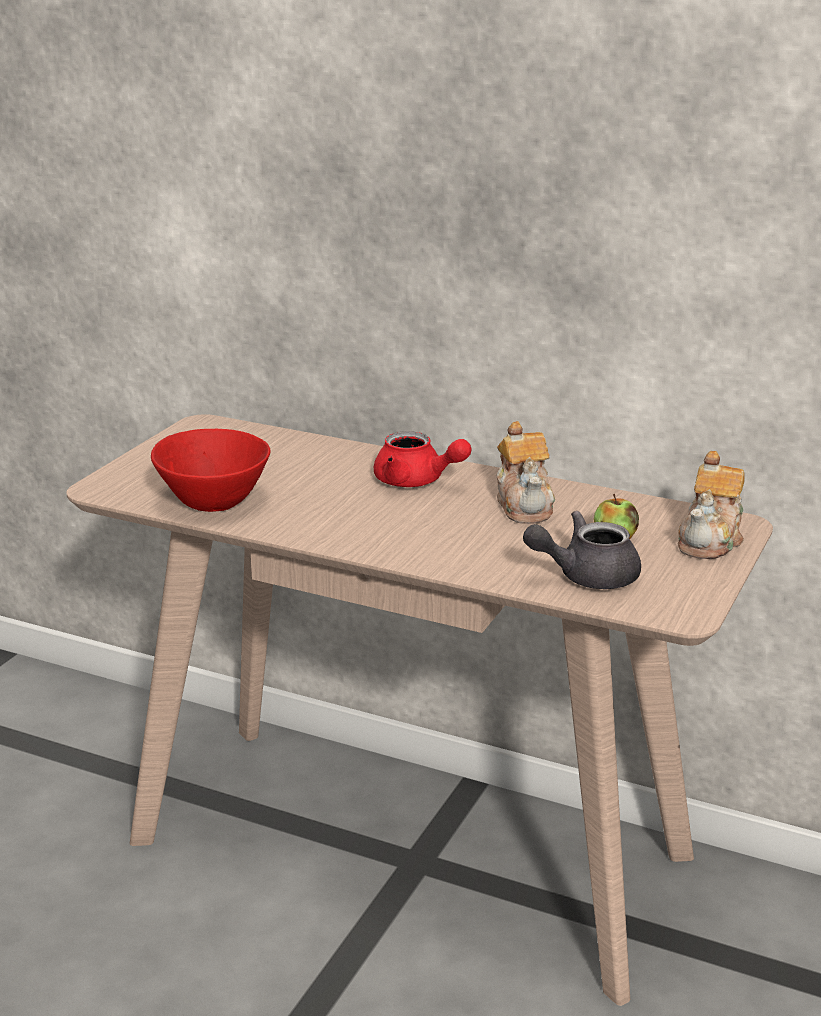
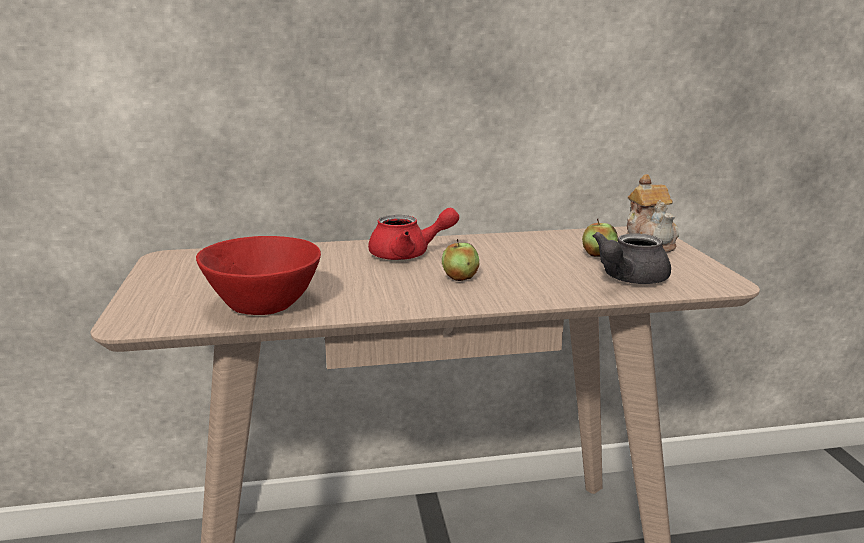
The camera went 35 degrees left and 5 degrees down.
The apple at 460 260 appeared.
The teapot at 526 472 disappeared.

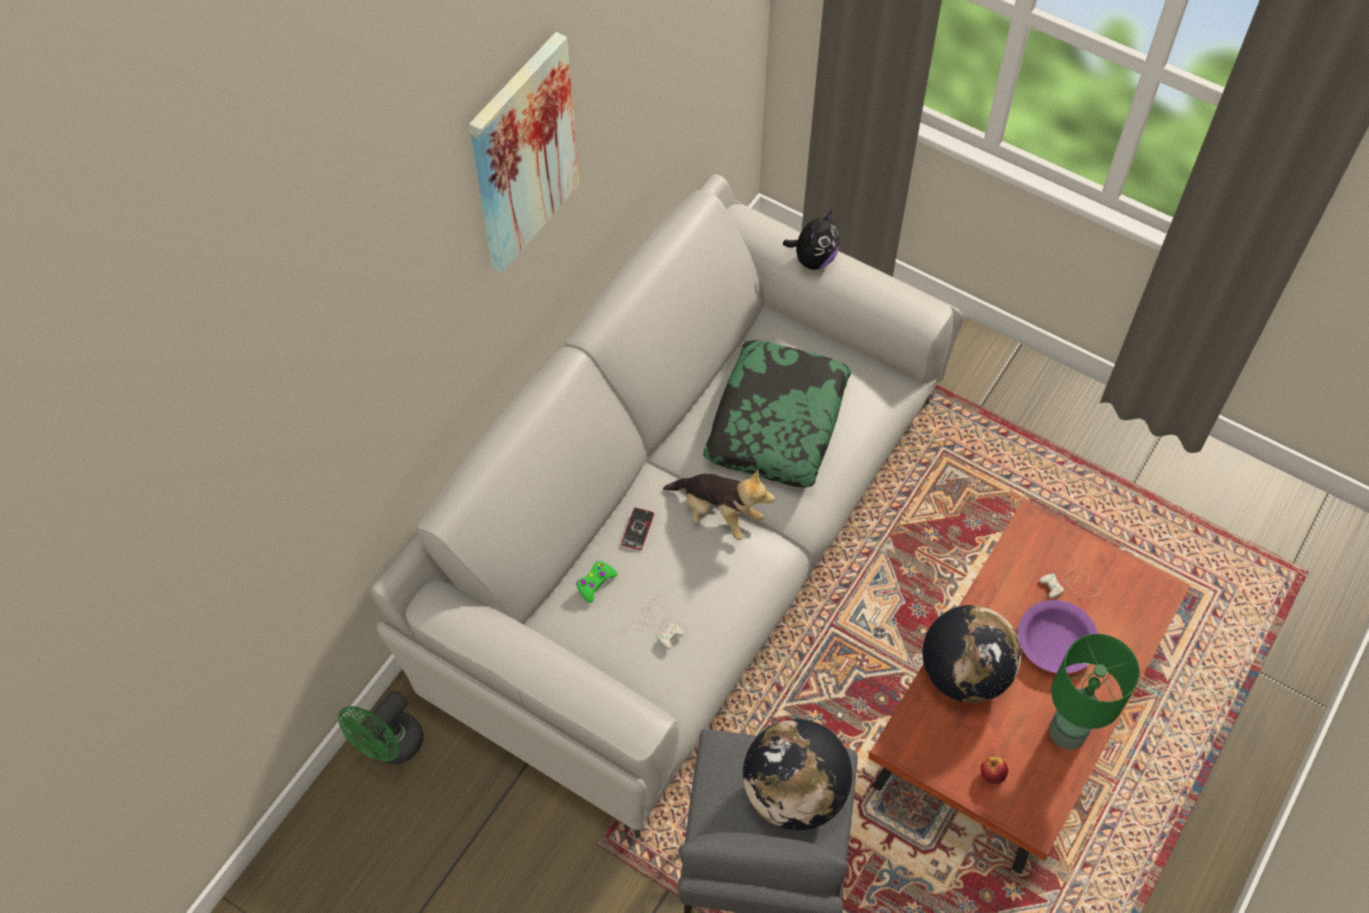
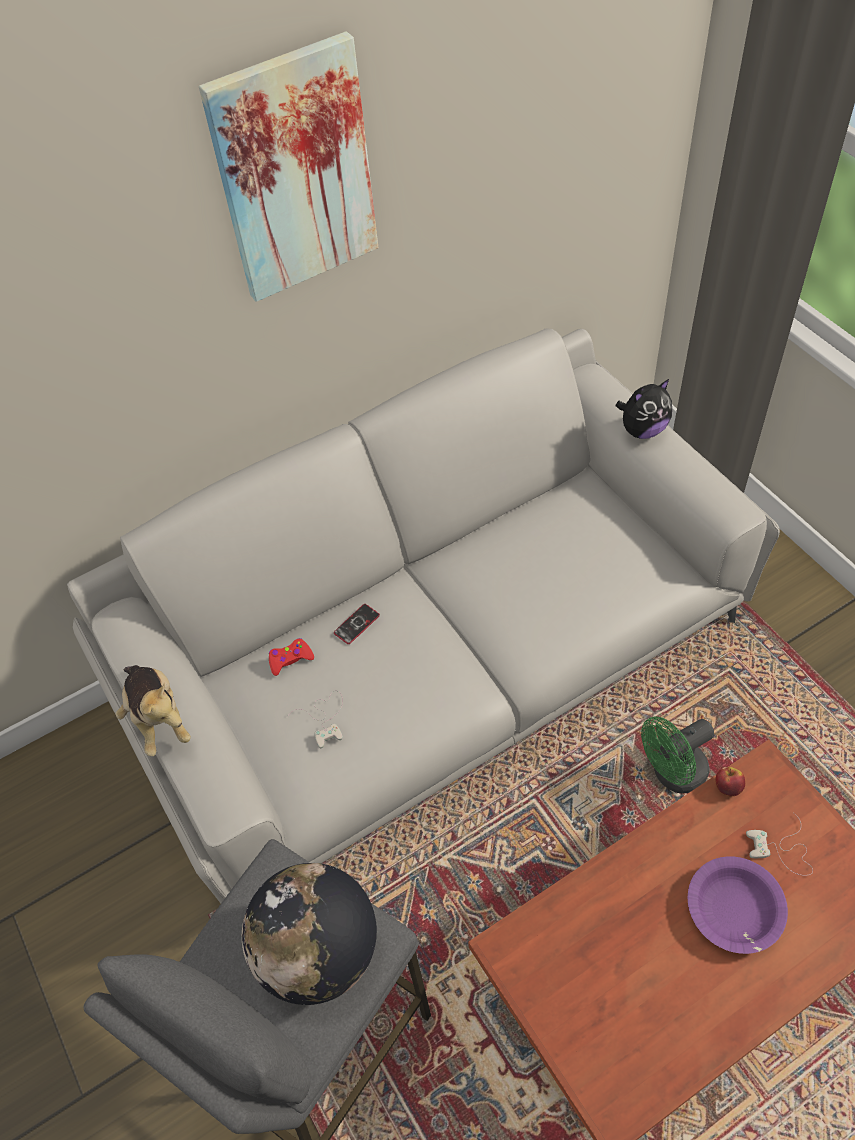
The camera went 30 degrees right and 5 degrees down.
The plush toy moved from 719 504 to 153 710.
The game controller (green) at 596 582 became the game controller (red) at 291 657.
The fan (green) moved from 381 727 to 677 755.
The apple moved from 994 770 to 730 781.
The pillow at 777 413 disappeared.
The globe at 972 654 disappeared.
The table lamp (green) at 1094 692 disappeared.

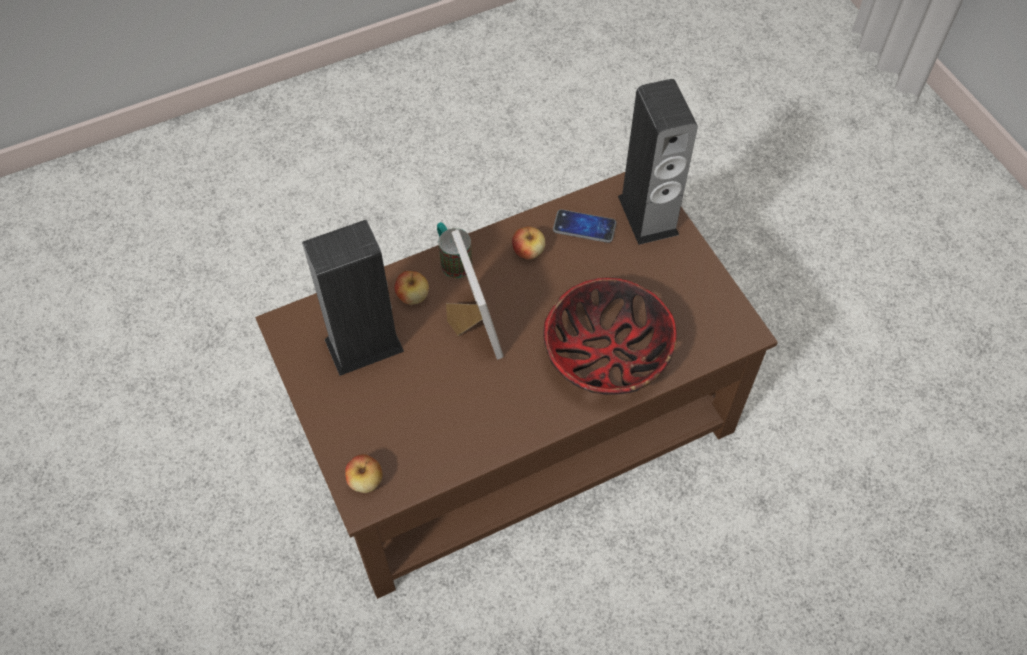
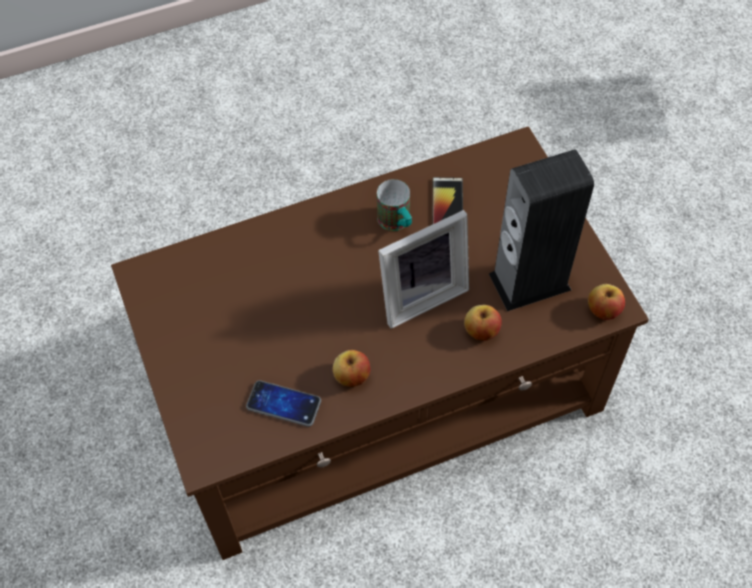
The camera went 175 degrees left and 0 degrees up.
The mug moved from 454 250 to 394 205.
The picture frame at 474 295 turned 105 degrees counterclockwise.
The phone at 447 201 appeared.
The apple moved from 364 473 to 606 302.
The bowl at 610 336 disappeared.
The speaker at 658 162 disappeared.

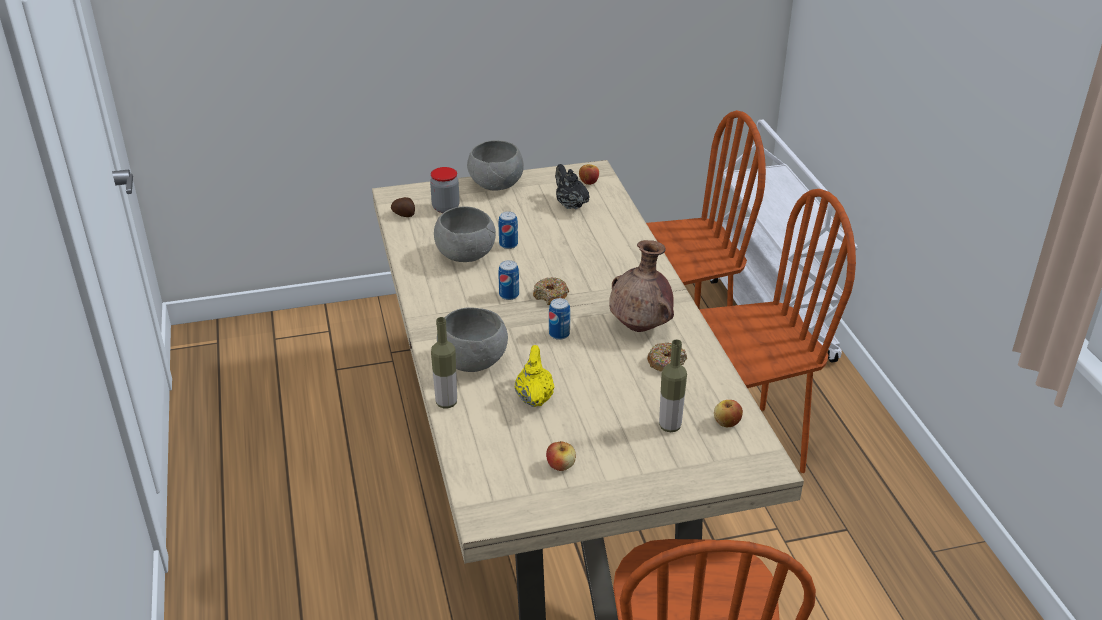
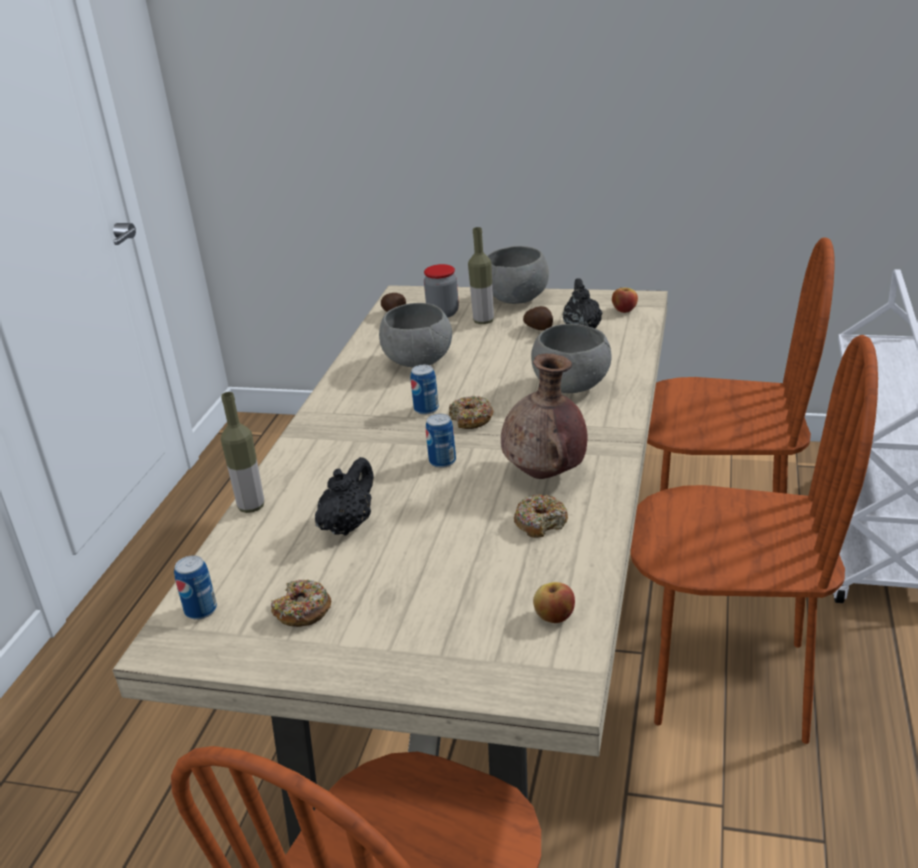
The camera went 30 degrees right and 5 degrees down.
The can moved from 508 230 to 195 587.
The apple at 561 456 was replaced by the donut at 301 603.
The teapot (yellow) at 535 376 became the teapot (black) at 344 496.
The bottle moved from 673 385 to 481 275.
The potato at 538 318 appeared.
The bowl (grey) moved from 472 339 to 571 358.

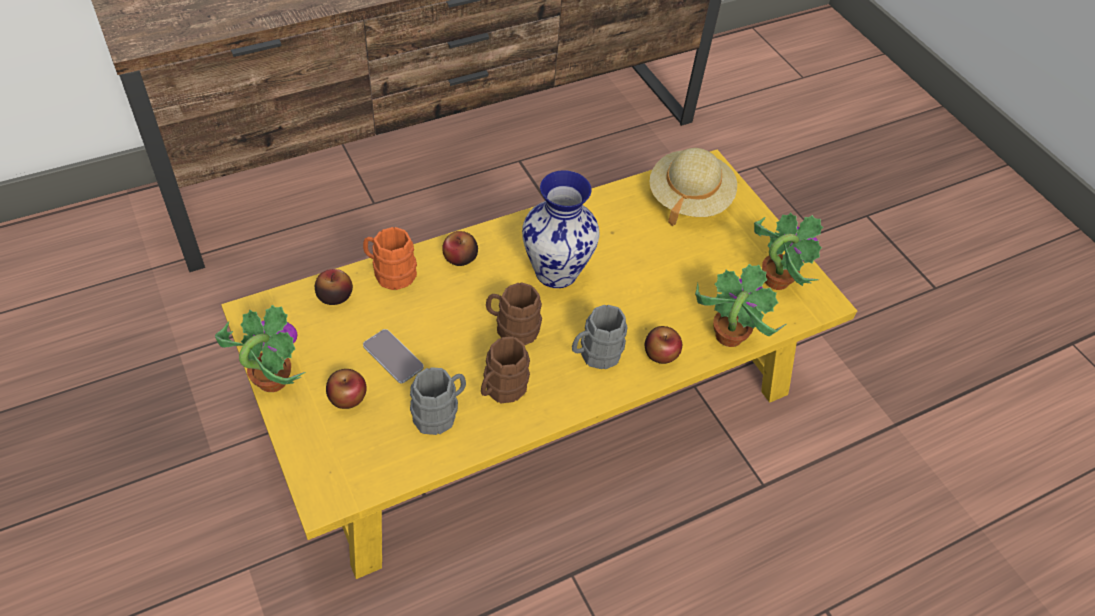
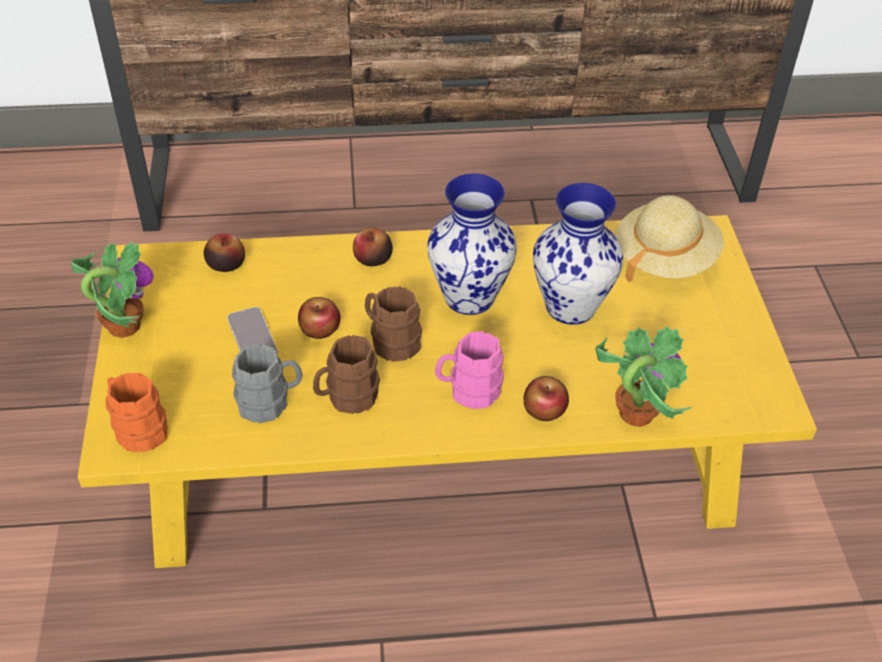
The camera went 25 degrees right and 5 degrees down.
The mug (orange) moved from 390 258 to 136 412.
The apple moved from 346 389 to 319 318.
The mug (grey) at 600 337 became the mug (pink) at 469 370.
The vase at 578 254 appeared.
The potted plant at 789 251 disappeared.

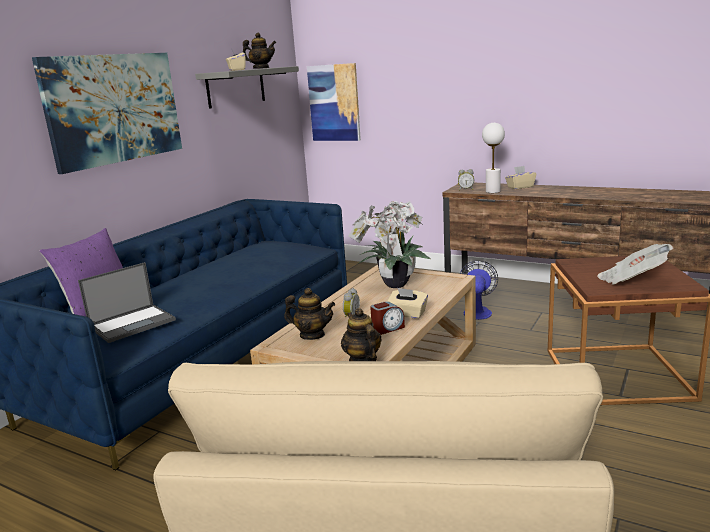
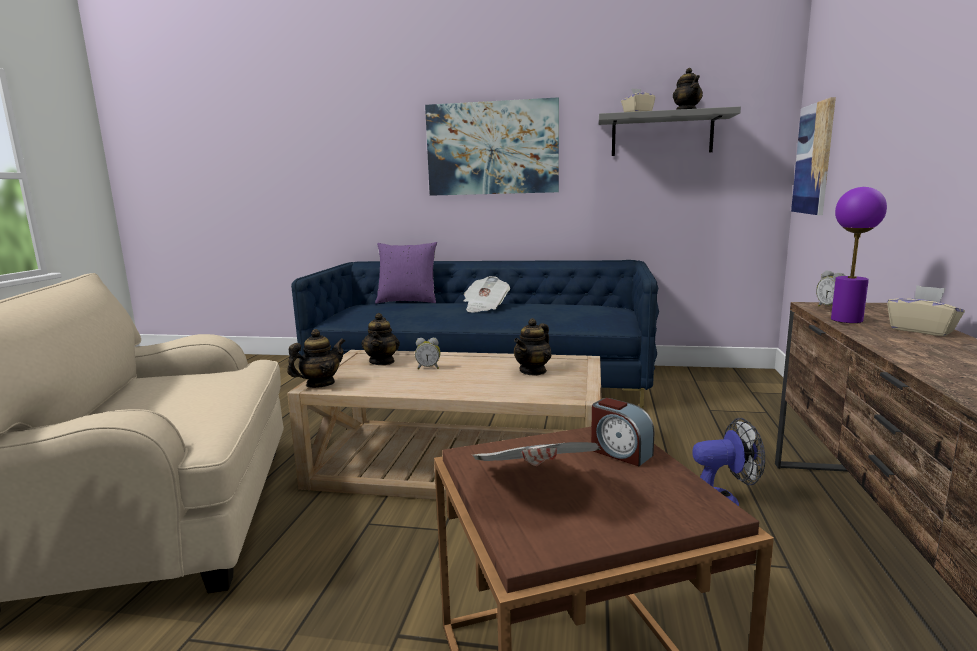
The camera went 70 degrees right and 5 degrees down.
The newspaper at 487 294 appeared.
The potted plant at 389 244 was replaced by the teapot at 533 347.
The alarm clock moved from 387 318 to 622 432.
The table lamp (white) at 493 158 became the table lamp (purple) at 859 255.
The laptop at 127 302 disappeared.
The tissue box (beige) at 407 303 disappeared.

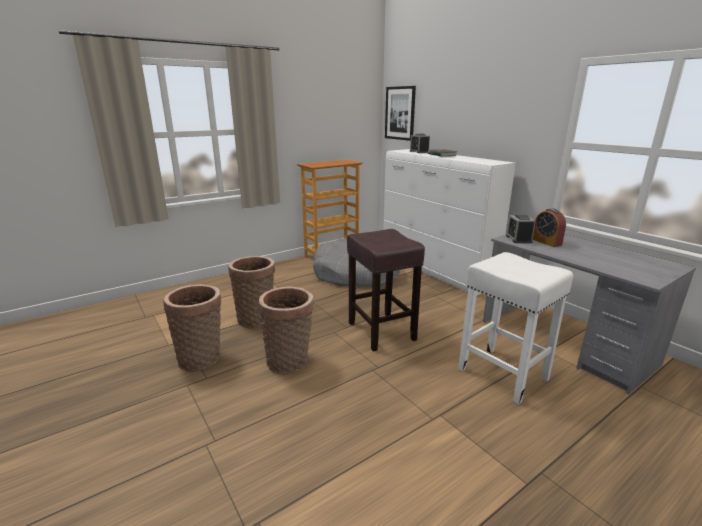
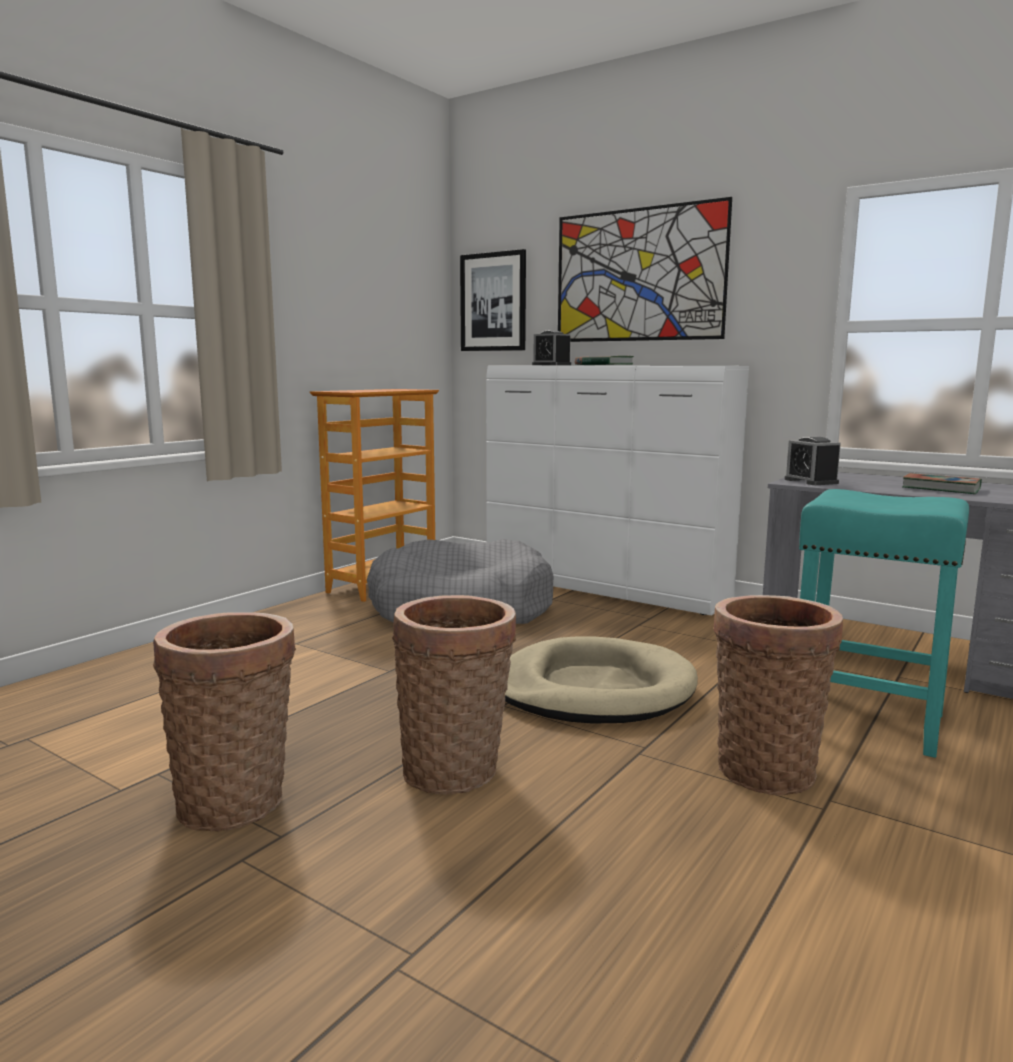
The camera went 20 degrees left and 10 degrees down.
The stool (brown) at 386 290 was replaced by the dog bed (beige) at 601 679.
The picture at 645 269 appeared.
The basket moved from 251 292 to 778 695.
The stool (white) at 515 328 became the stool (turquoise) at 884 623.
The book at 942 483 appeared.
The alarm clock at 549 227 disappeared.

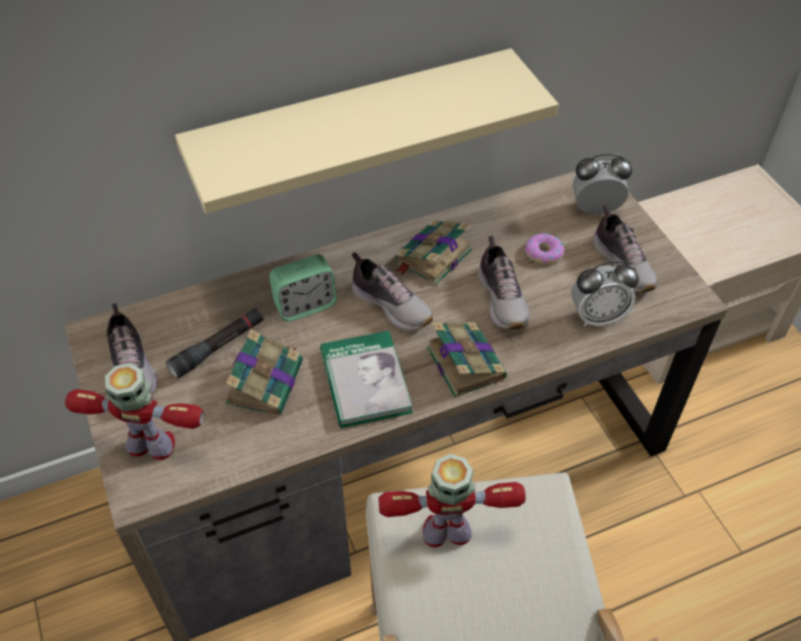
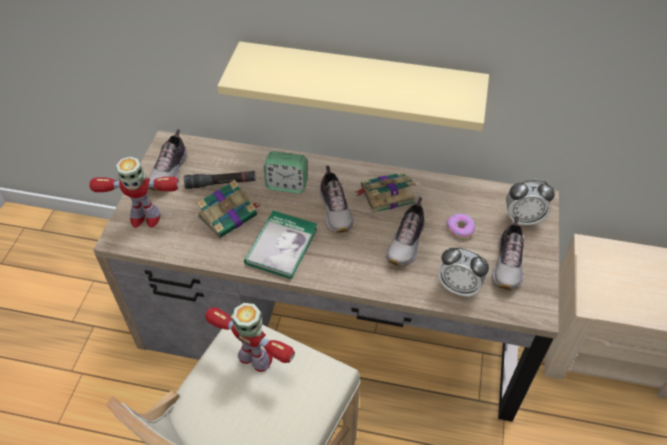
The camera went 35 degrees right and 0 degrees up.
The toy robot at 134 411 turned 135 degrees clockwise.
The alarm clock at 602 184 turned 150 degrees clockwise.
The book at 466 360 disappeared.

